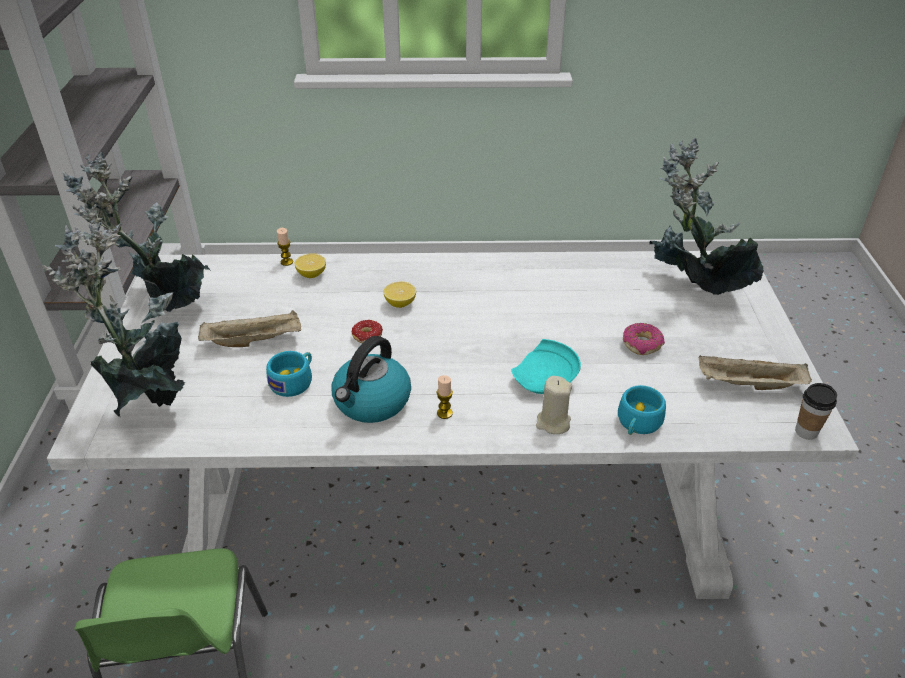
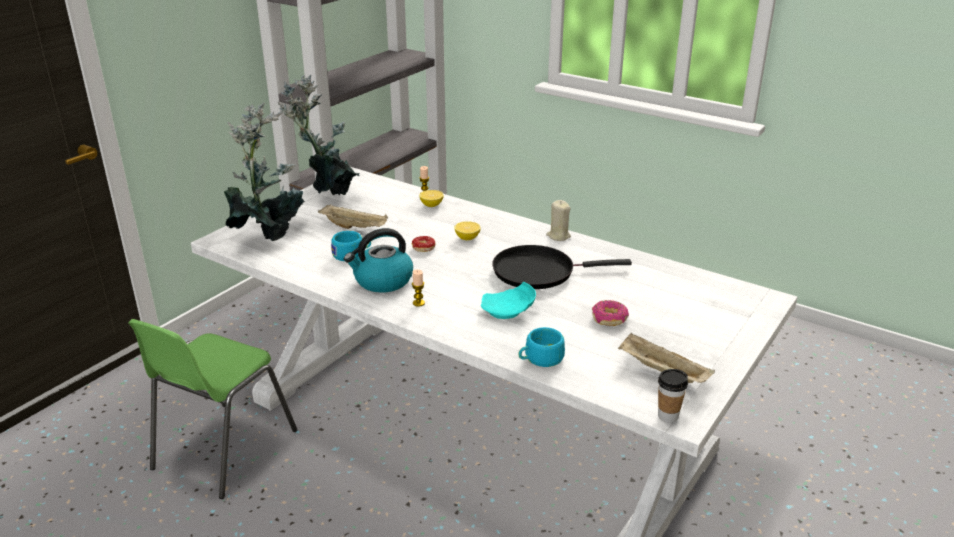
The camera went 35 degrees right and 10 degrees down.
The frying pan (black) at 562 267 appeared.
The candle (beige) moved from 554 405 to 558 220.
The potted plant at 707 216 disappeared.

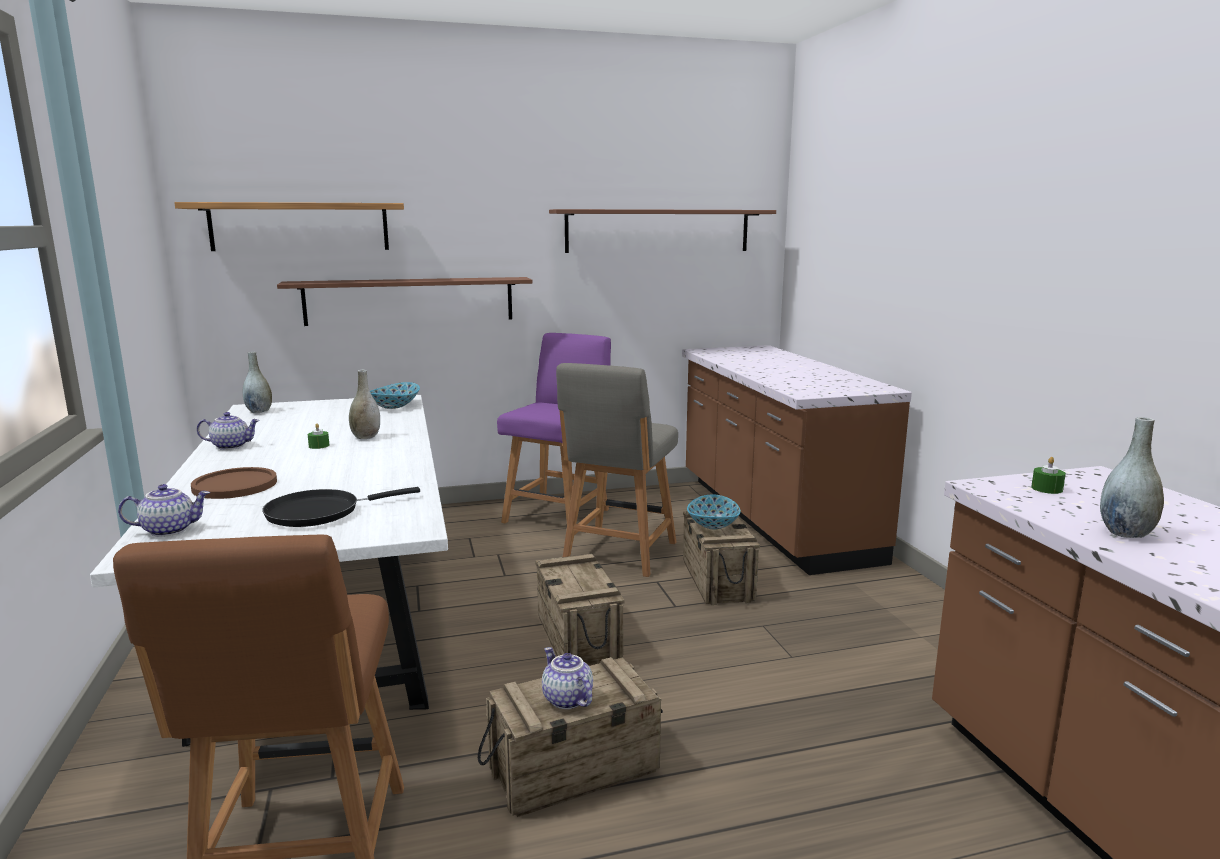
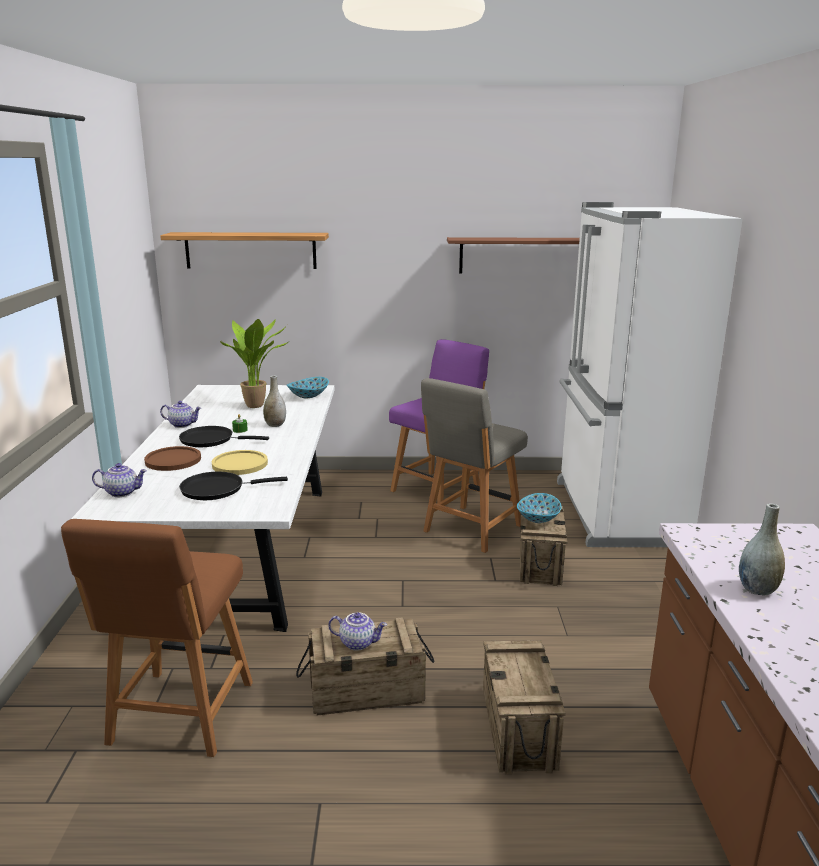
The camera went 15 degrees right and 5 degrees up.
The frying pan (black) at 224 436 appeared.
The plate (yellow) at 240 462 appeared.
The potted plant at 254 363 appeared.
The teapot at 567 678 turned 120 degrees clockwise.
The crate moved from 580 610 to 524 707.
The counter (brown) at 797 460 was replaced by the fridge (white) at 650 374.
The vase (grey) at 257 382 disappeared.
The shelf (brown) at 404 301 disappeared.
The candle (green) at 1048 475 disappeared.

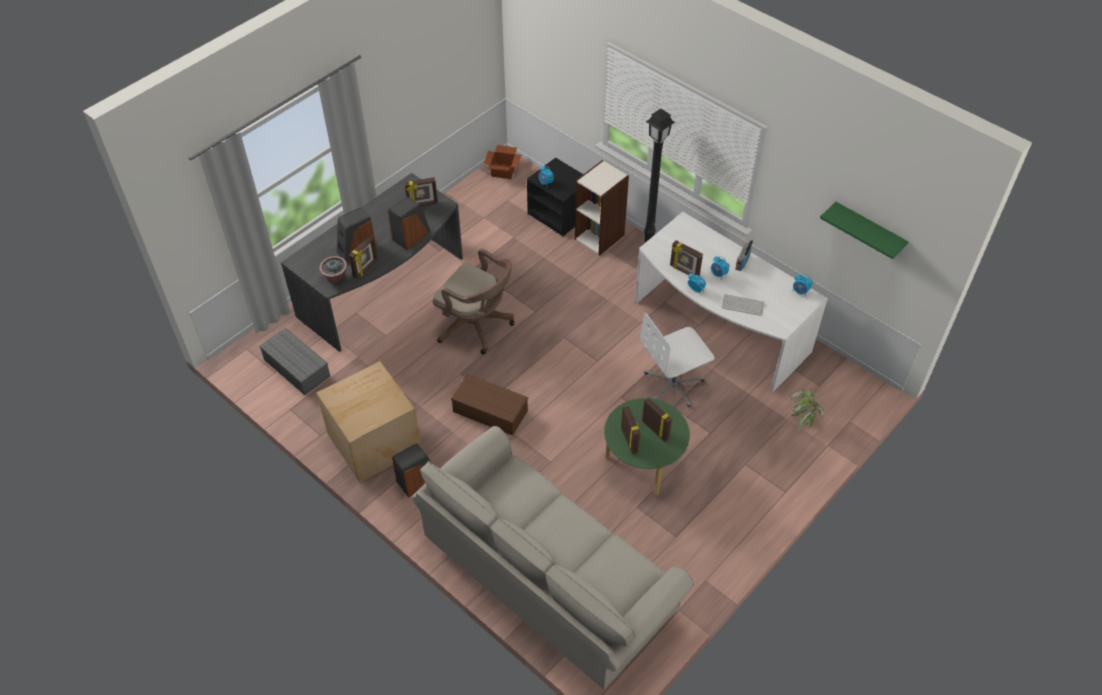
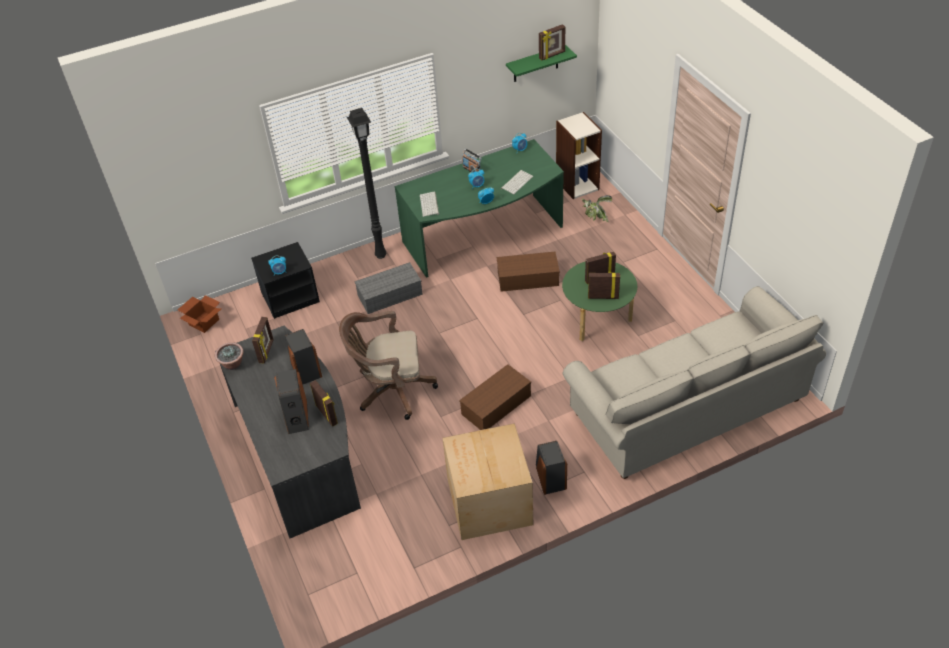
The camera went 65 degrees left and 5 degrees down.
The potted plant moved from 333 269 to 229 356.
The office chair (brown) at 473 301 turned 150 degrees counterclockwise.
The storage box (grey) moved from 294 361 to 388 288.
The desk (white) at 731 302 became the desk (green) at 479 208.
The keyboard at 429 204 appeared.
The office chair (white) at 677 360 was replaced by the storage box (brown) at 528 272.
The picture frame moved from 686 258 to 552 42.
The bookcase moved from 602 208 to 579 155.

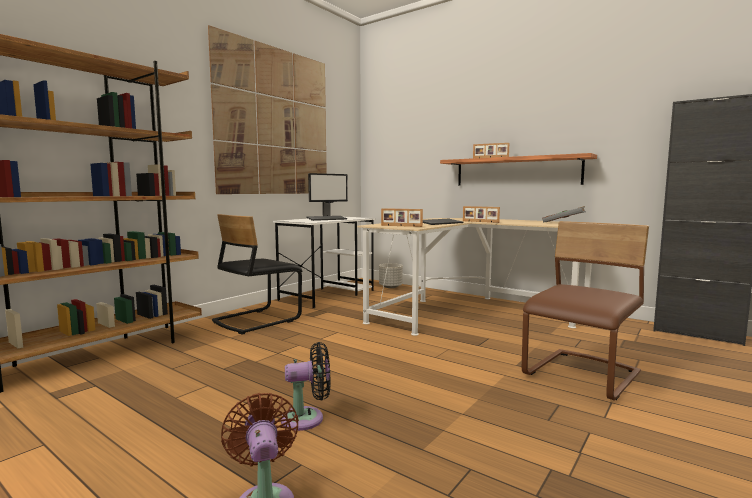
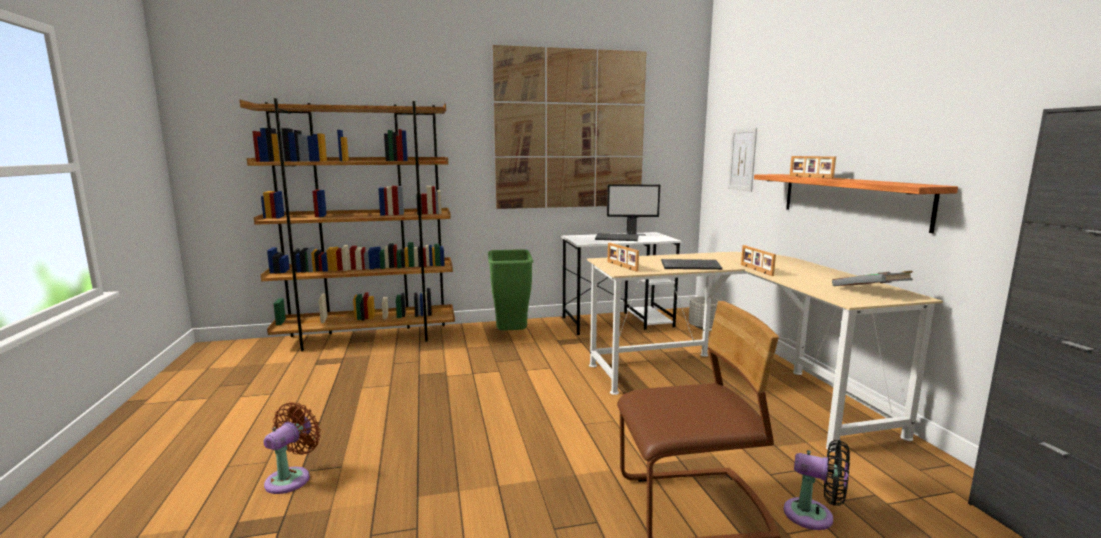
The camera went 40 degrees right and 5 degrees up.
The chair (black) at 257 274 was replaced by the trash can (green) at 510 290.
The picture at 742 160 appeared.
The fan (black) moved from 306 386 to 816 485.

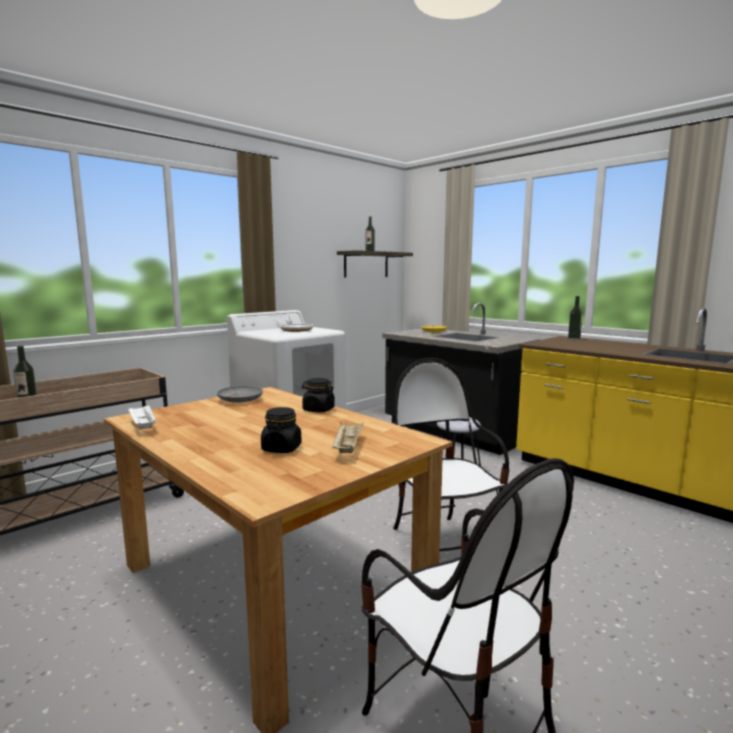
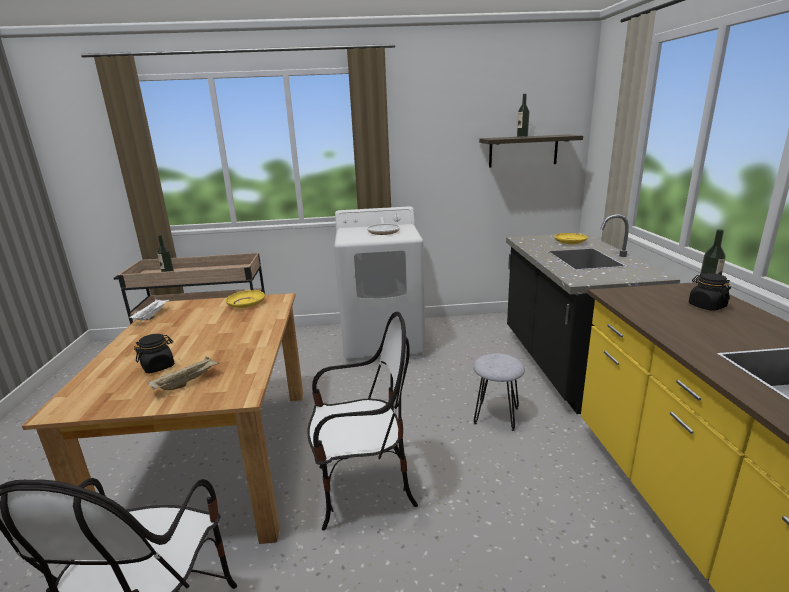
The camera went 40 degrees right and 10 degrees up.
The plate (grey) at 240 394 became the plate (yellow) at 245 299.
The chair at 451 454 turned 60 degrees clockwise.
The jar (black) moved from 318 395 to 710 292.

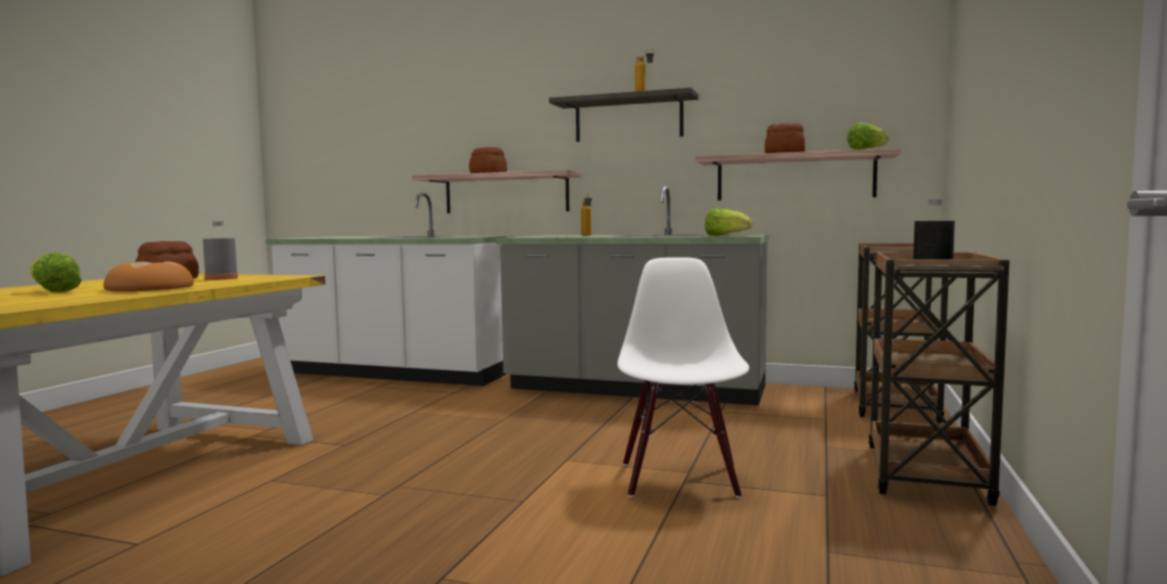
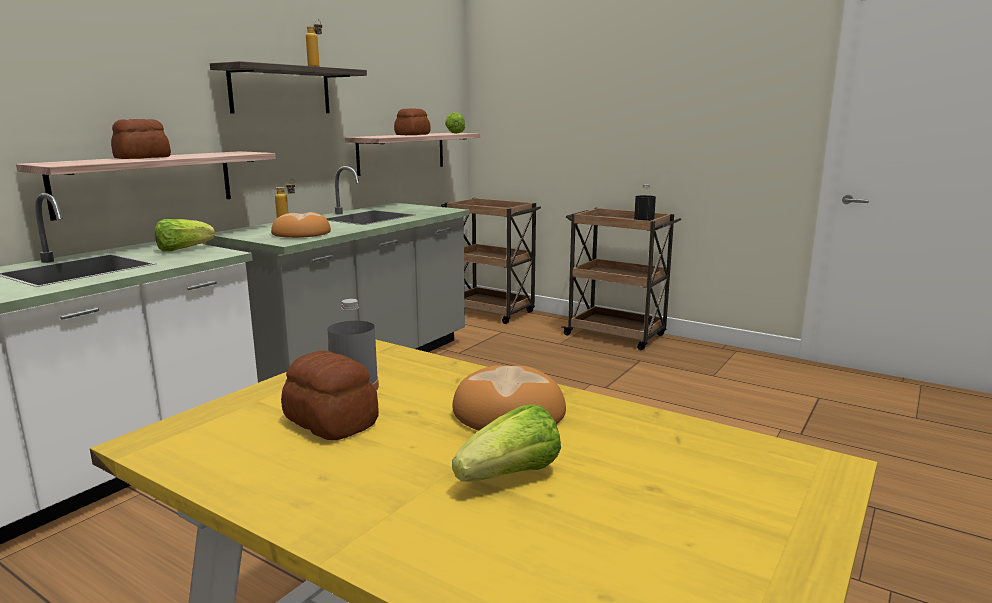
The camera went 75 degrees left and 10 degrees up.
The lettuce moved from 729 222 to 185 235.
The bread at 301 225 appeared.
The chair (white) at 683 377 disappeared.

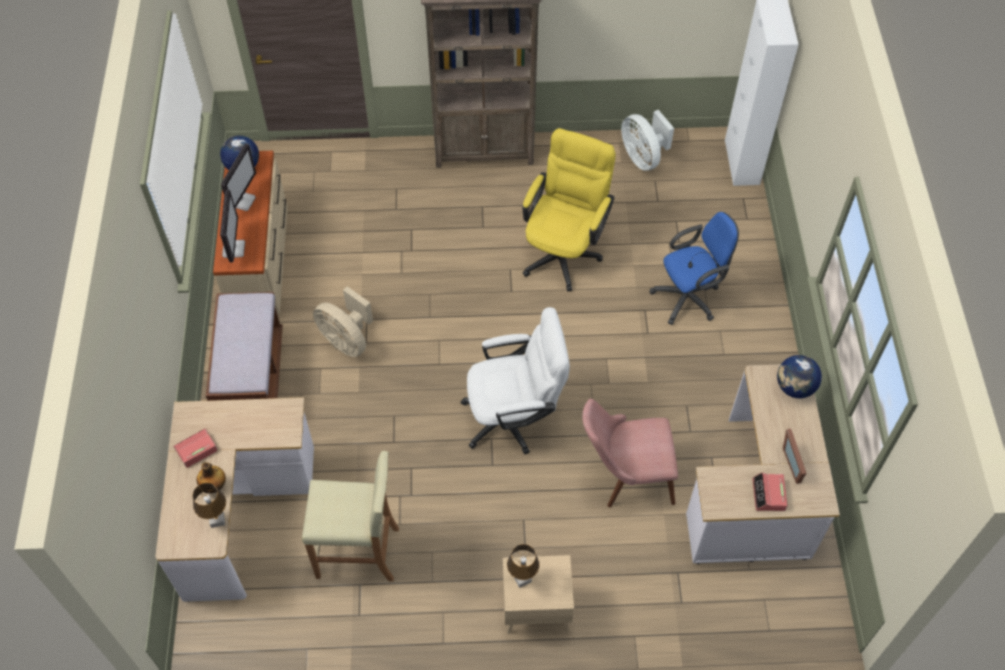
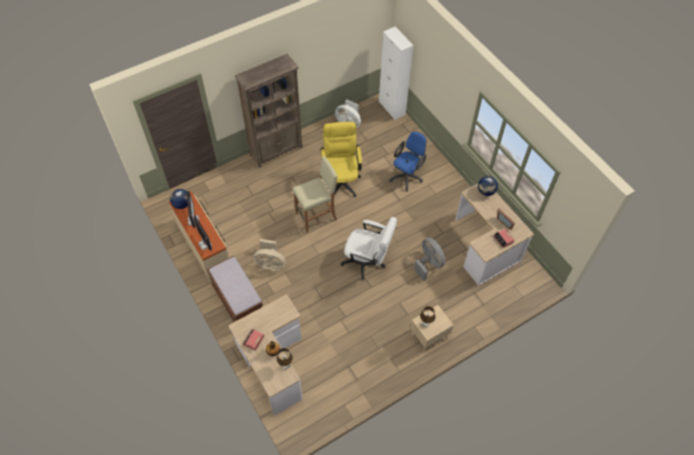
The camera went 30 degrees left and 0 degrees up.
The stool (beige) moved from 350 516 to 315 194.
The office chair (white) at 515 380 turned 60 degrees clockwise.
The chair (pink) at 630 453 was replaced by the fan (grey) at 430 259.

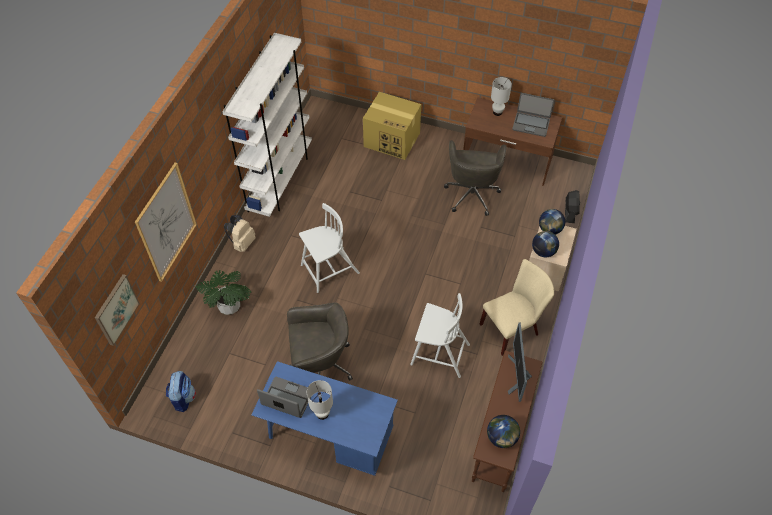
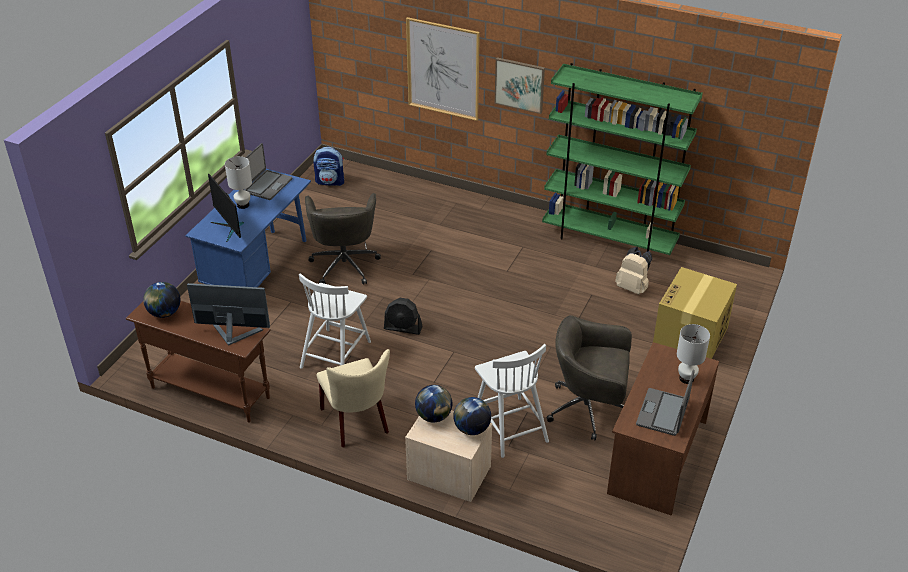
The camera went 95 degrees right and 15 degrees down.
The monitor at 226 208 appeared.
The fan (black) moved from 572 206 to 403 316.
The chair (white) moved from 329 248 to 512 401.
The picture moved from 117 310 to 520 85.
The bookcase (white) at 267 125 became the bookcase (green) at 622 159.
The backpack (beige) moved from 240 233 to 633 271.
The potted plant at 223 292 disappeared.

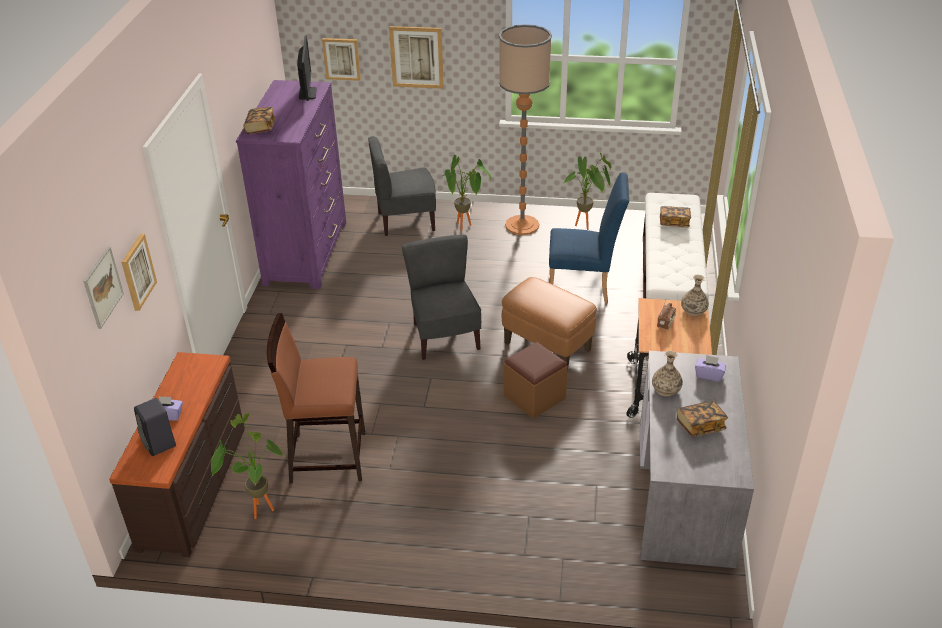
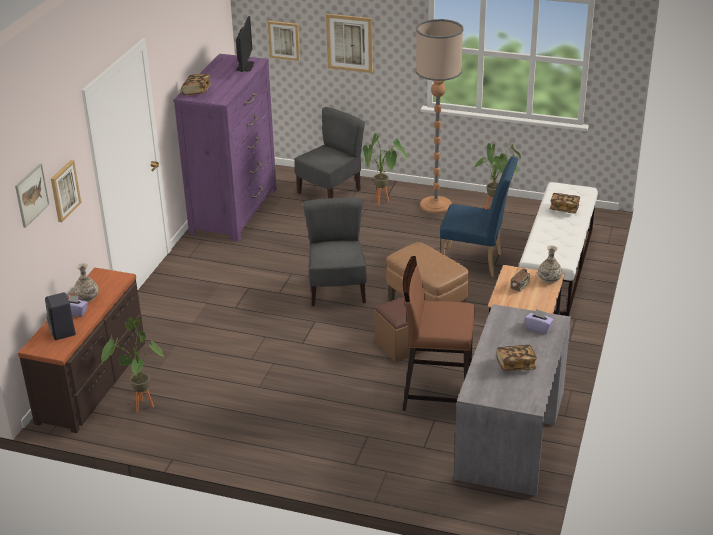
The camera went 10 degrees right and 5 degrees down.
The vase moved from 667 373 to 86 282.
The chair (grey) at 402 186 turned 135 degrees clockwise.
The stool (brown) moved from 316 398 to 438 333.

